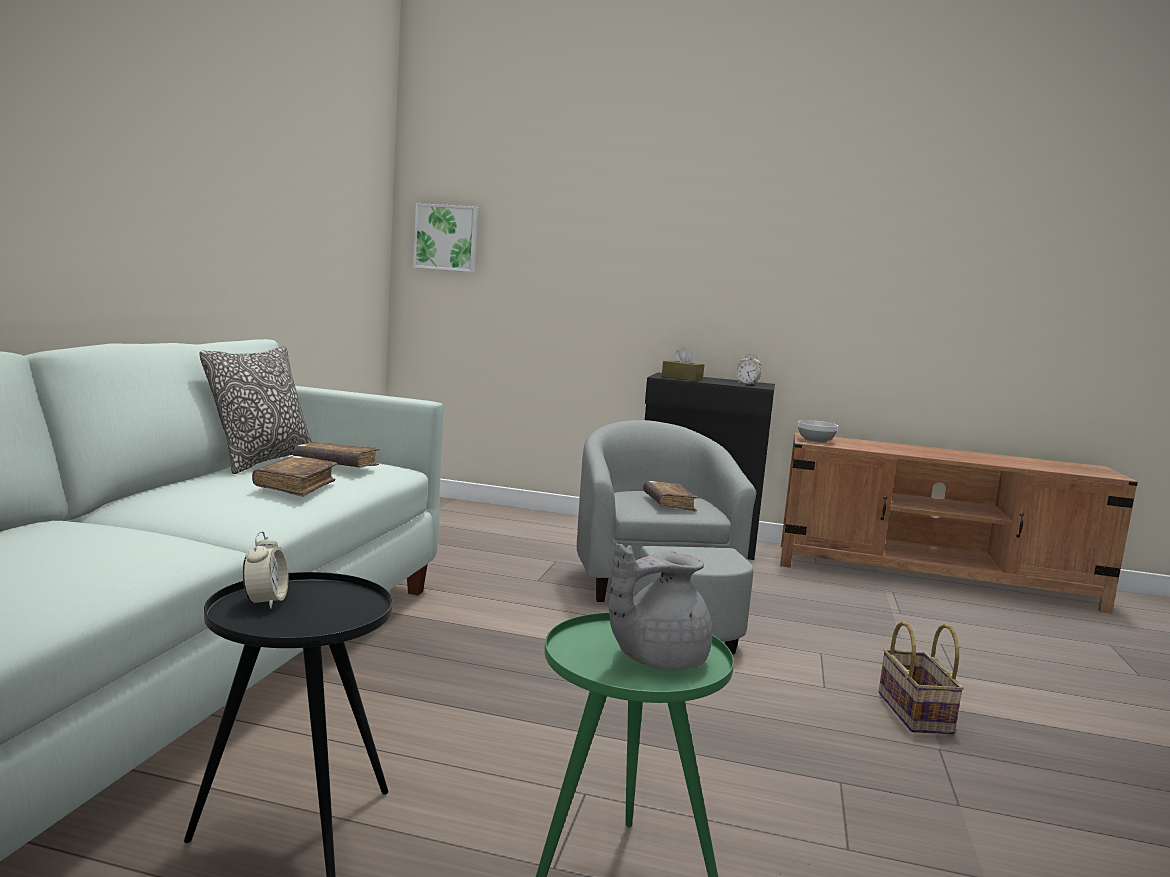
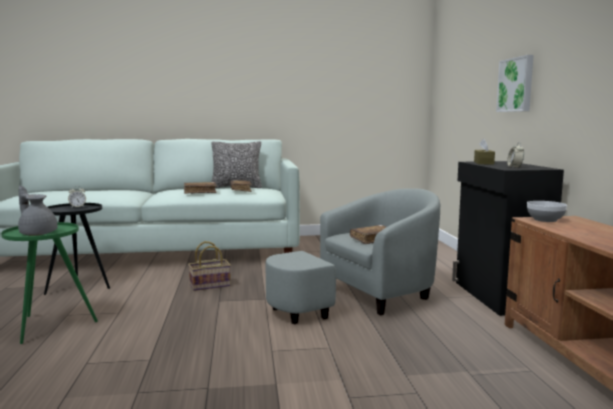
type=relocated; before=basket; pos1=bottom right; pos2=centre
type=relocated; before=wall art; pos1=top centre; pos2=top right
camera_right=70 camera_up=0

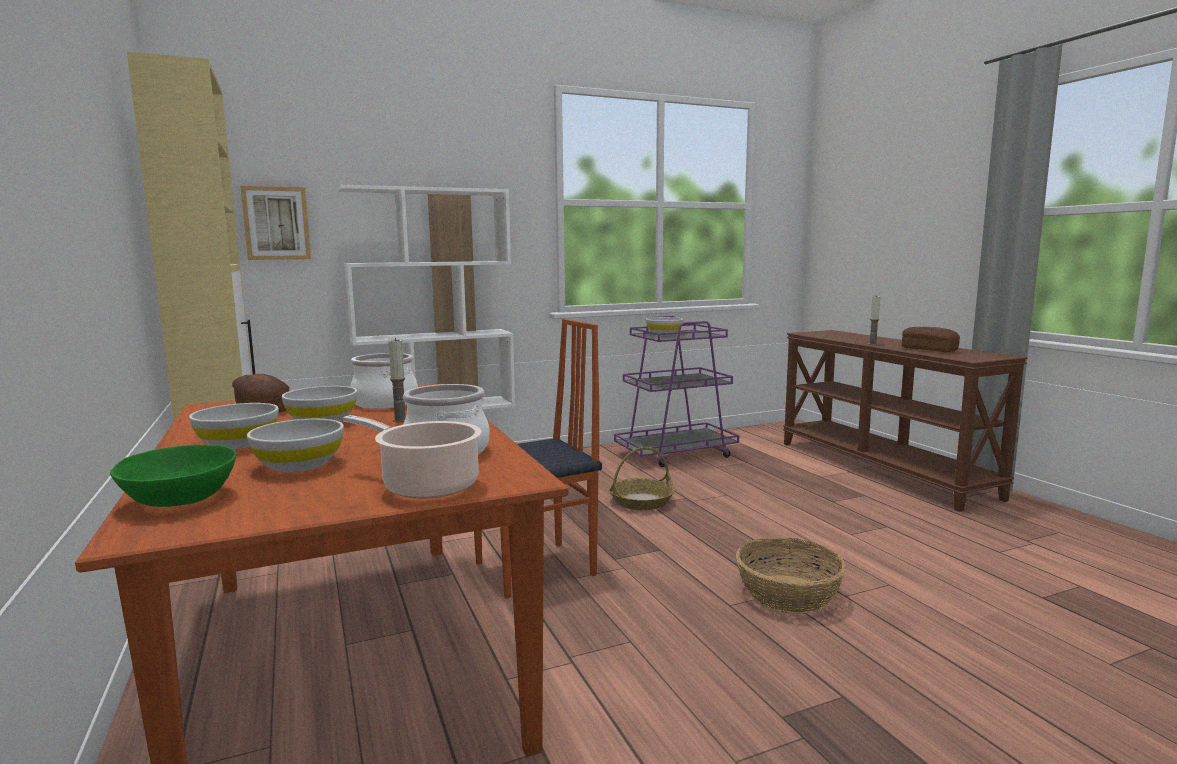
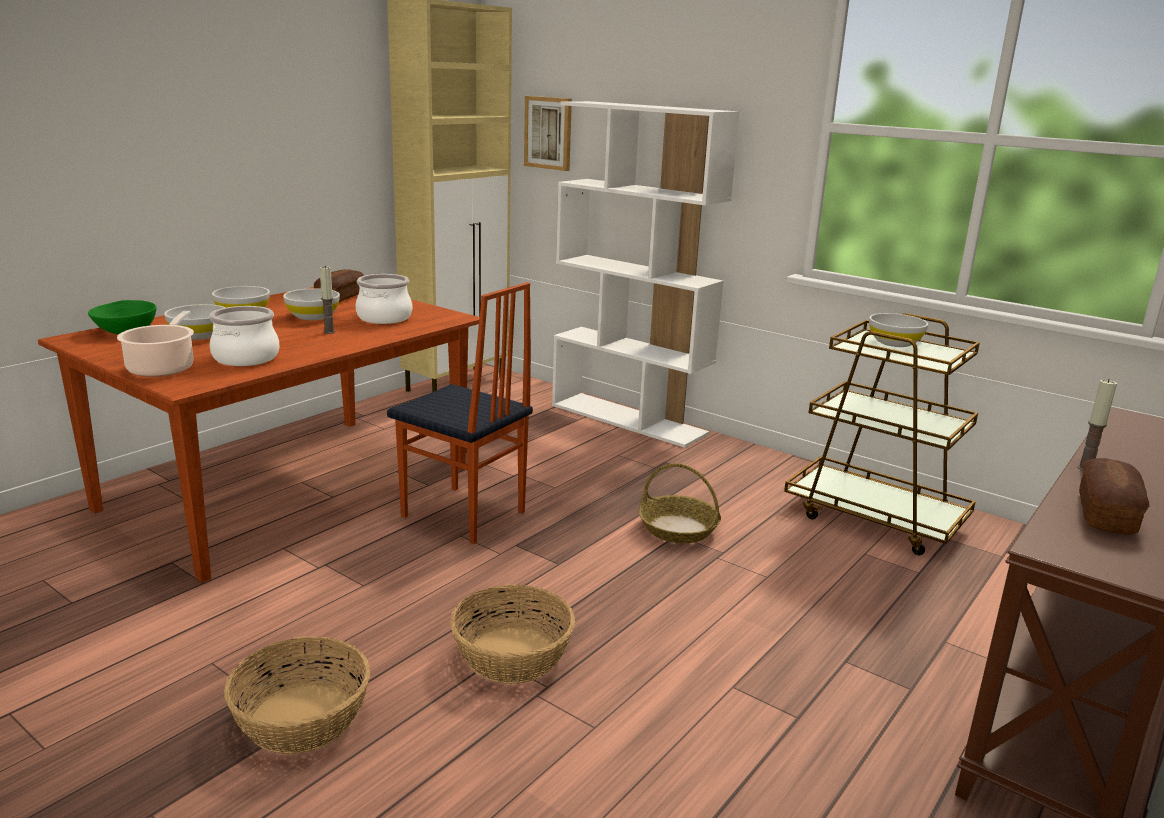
type=appeared; after=basket (no. 1 from left); pos2=bottom left
type=colour; before=purplish wheeled cart; after=brown wheeled cart; pos1=centre; pos2=middle right
camera_right=60 camera_up=10

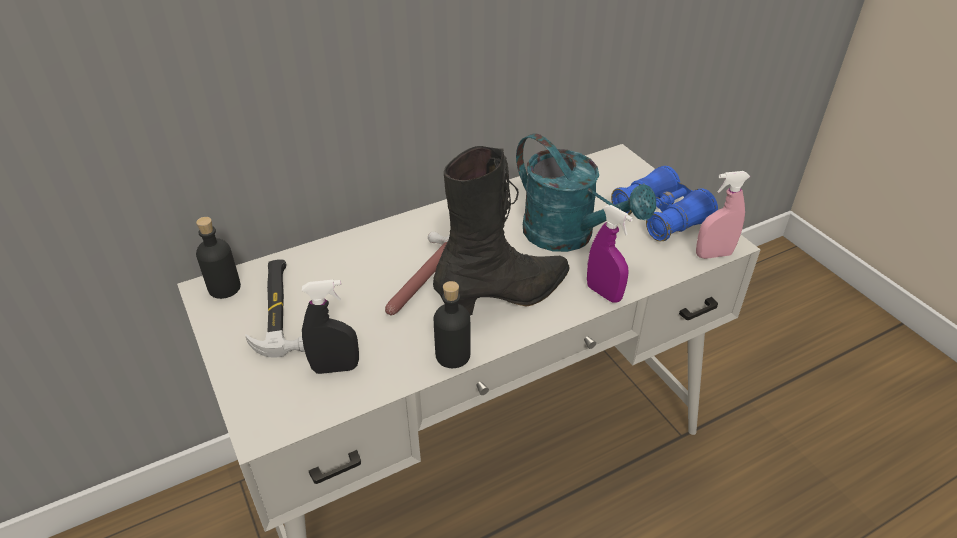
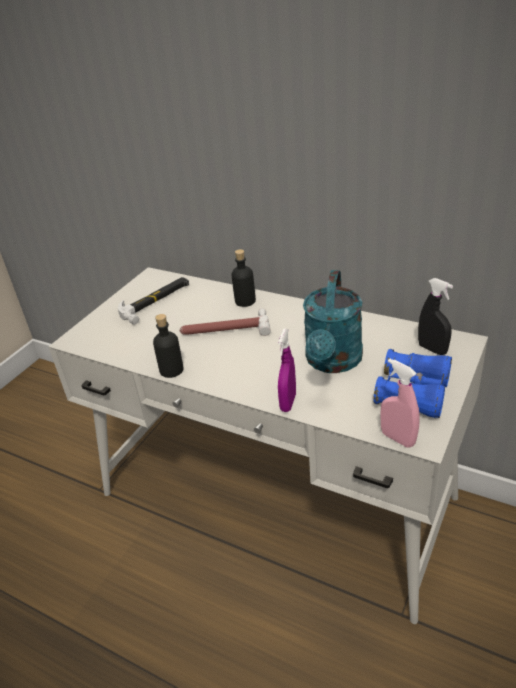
type=relocated; before=blackish beverage bottle (no. 1 from left in the first image); after=blackish beverage bottle (no. 2 from left); pos1=middle left; pos2=centre
type=relocated; before=blackish sprayer; pos1=centre; pos2=middle right
type=missing; before=blackish high-top boot; pos1=centre
camera_right=60 camera_up=-5

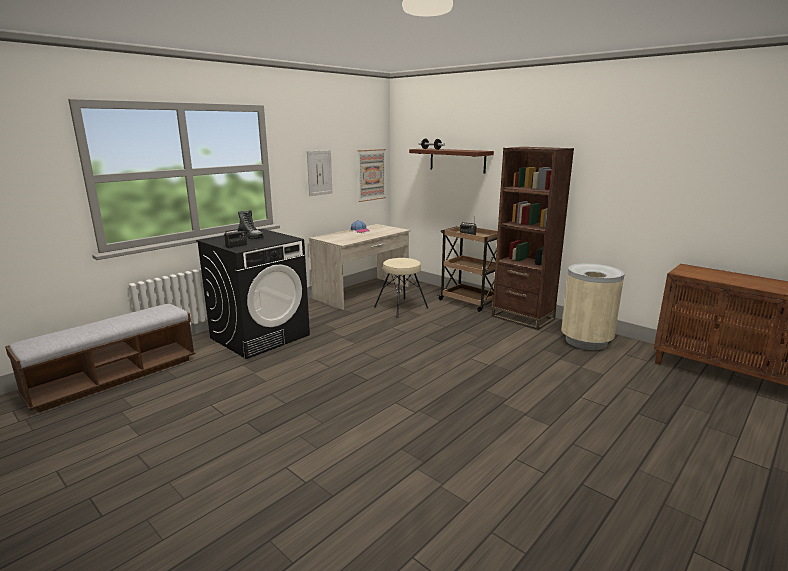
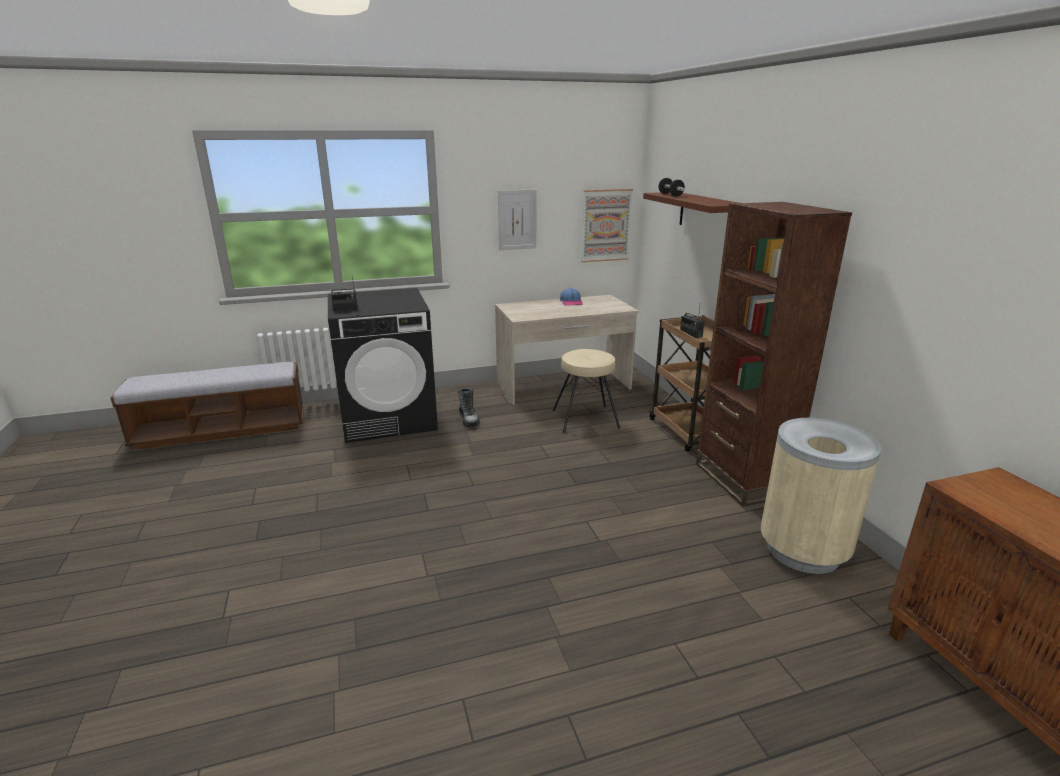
type=relocated; before=high-top boot; pos1=middle left; pos2=centre
camera_right=30 camera_up=5

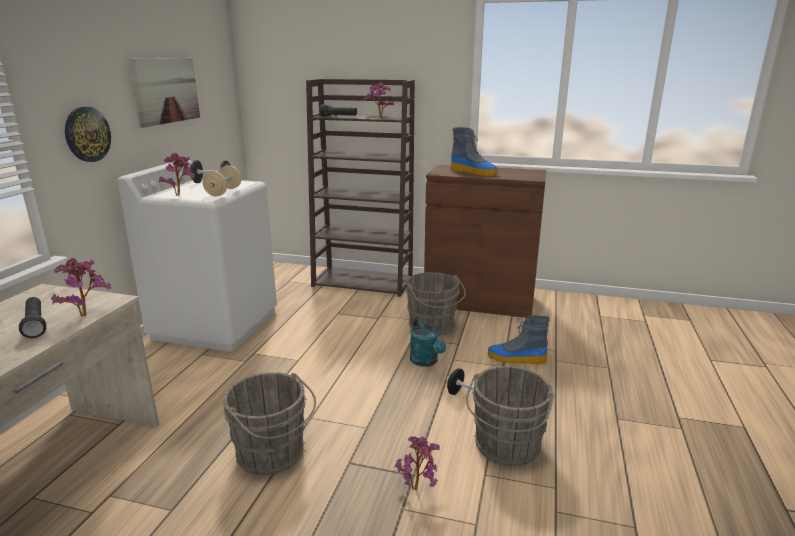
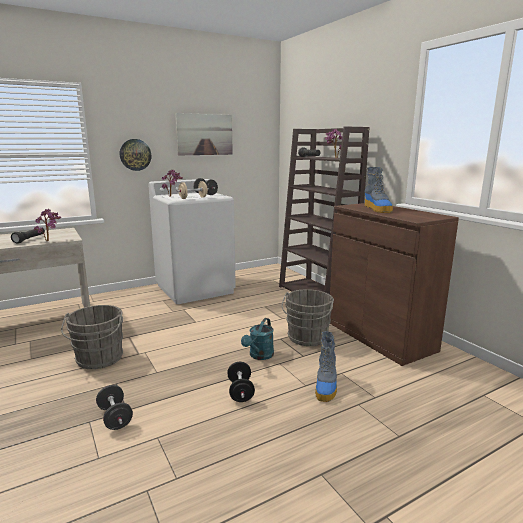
type=exchanged; before=potted plant (no. 4 from left); after=blackish free weight (no. 1 from left); pos1=bottom centre; pos2=bottom left
type=spun; before=high-top boot (no. 2 from left in the first image); pos1=centre; pos2=bottom centre; turn=-135
type=missing; before=grey bucket (no. 3 from left); pos1=bottom centre
camera_right=45 camera_up=-5

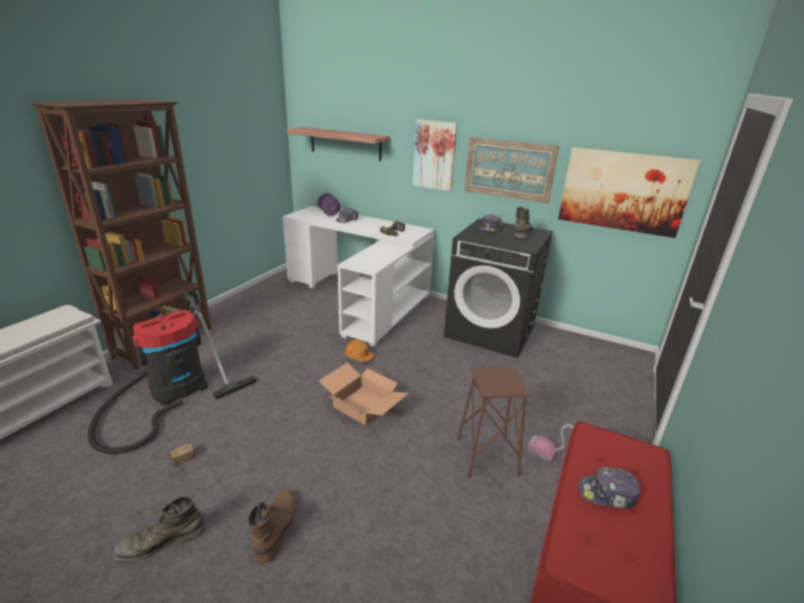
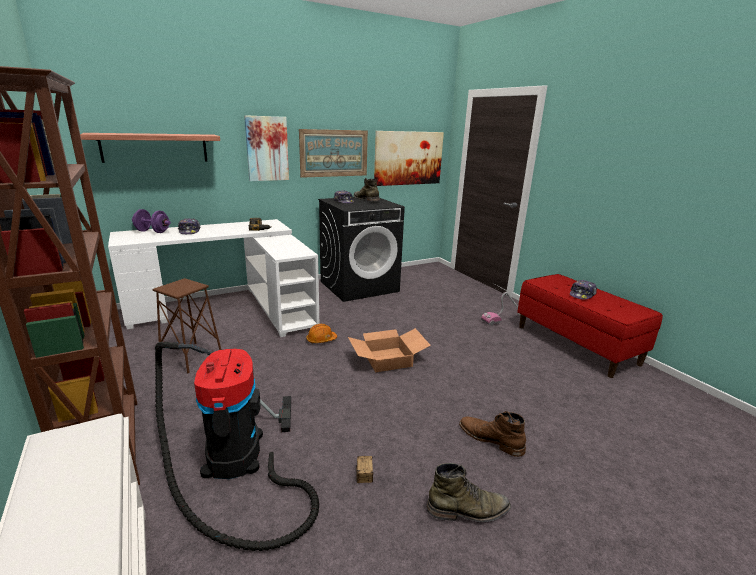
type=relocated; before=brown stool; pos1=bottom centre; pos2=middle left
type=spun; before=green-coloured high-top boot (no. 1 from left in the first image); pos1=bottom left; pos2=bottom centre; turn=-105
camera_right=-55 camera_up=-5

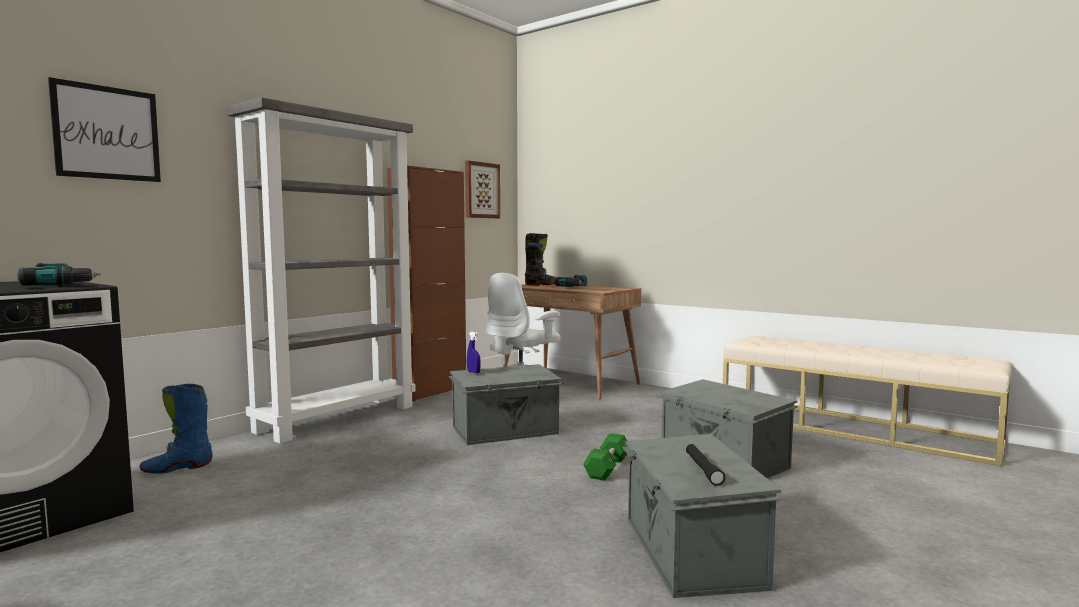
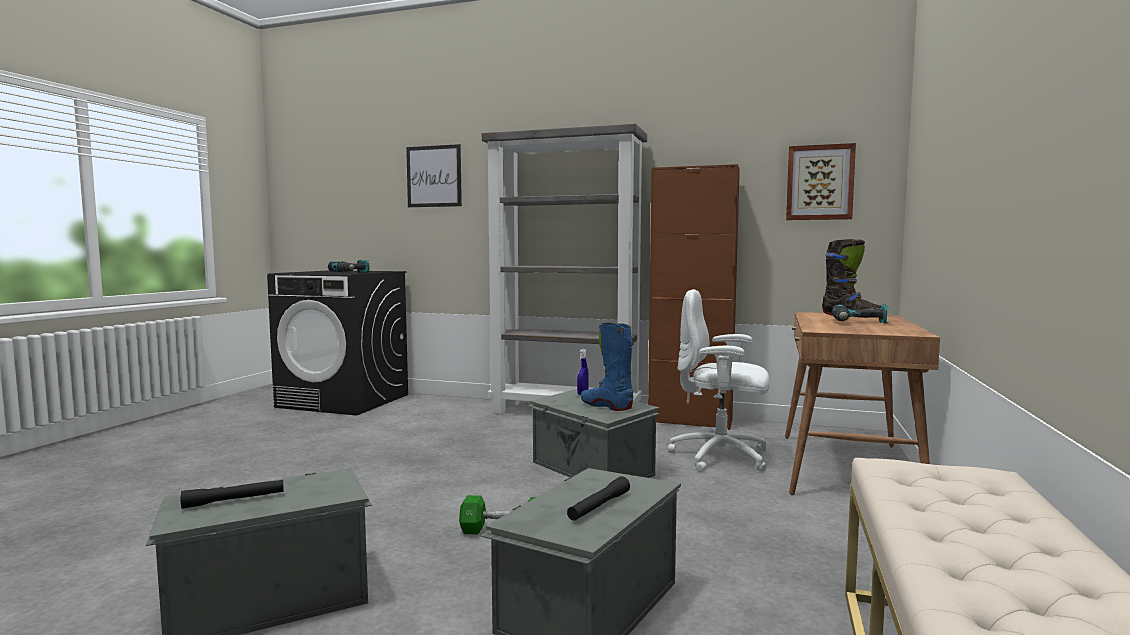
type=appeared; after=blackish torch (no. 2 from left); pos2=bottom centre
type=relocated; before=blue-coloured high-top boot; pos1=bottom left; pos2=centre
camera_right=70 camera_up=0

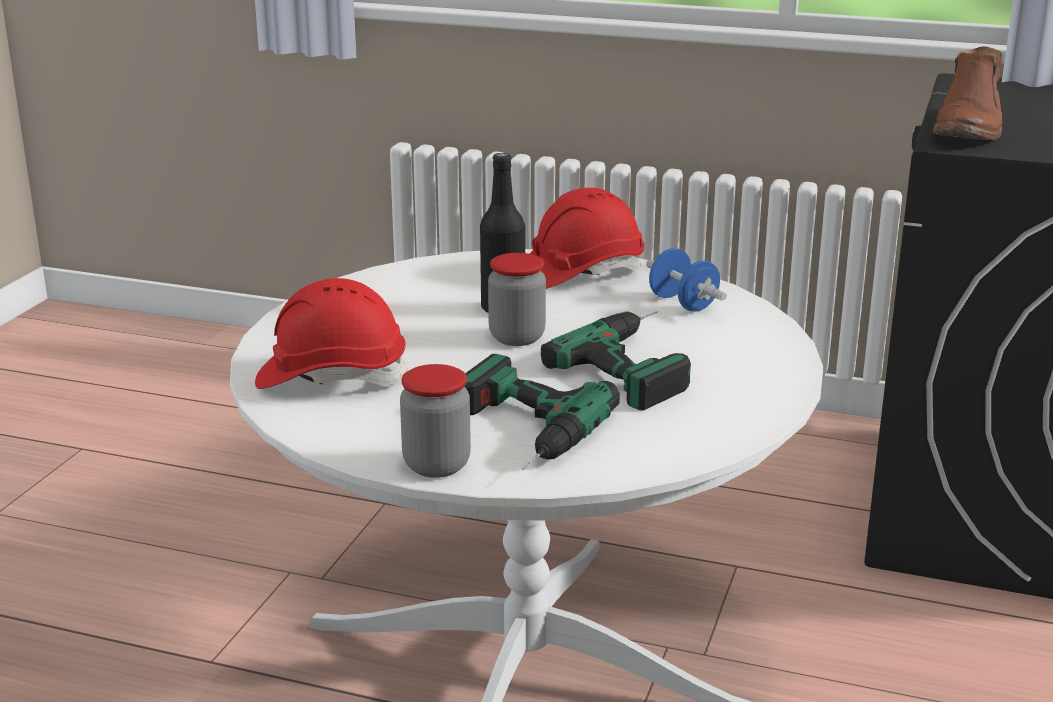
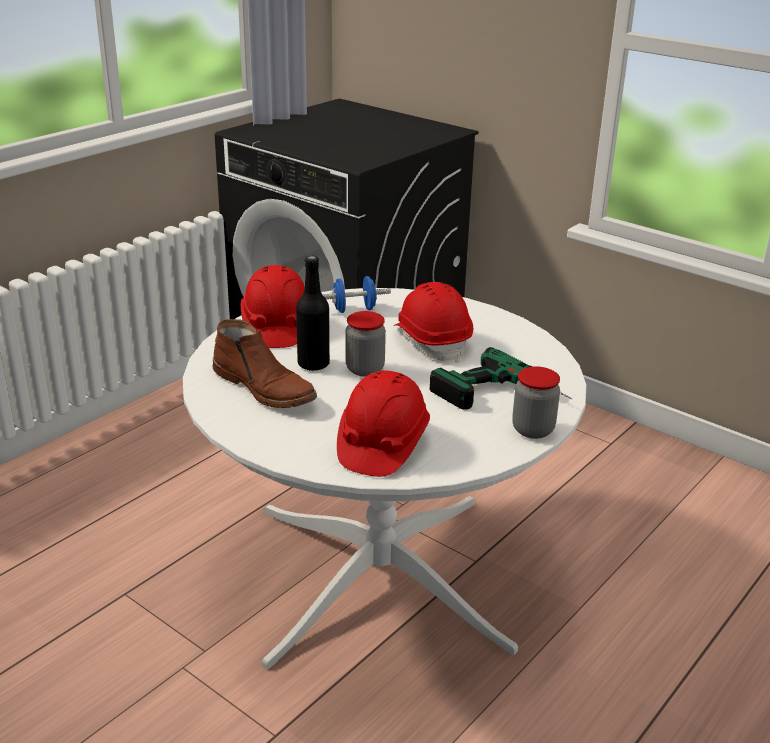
type=relocated; before=brown high-top boot; pos1=top right; pos2=centre
type=exchanged; before=electric drill (no. 2 from left); after=reddish safety helmet (no. 3 from left); pos1=centre; pos2=centre
camera_right=-70 camera_up=5

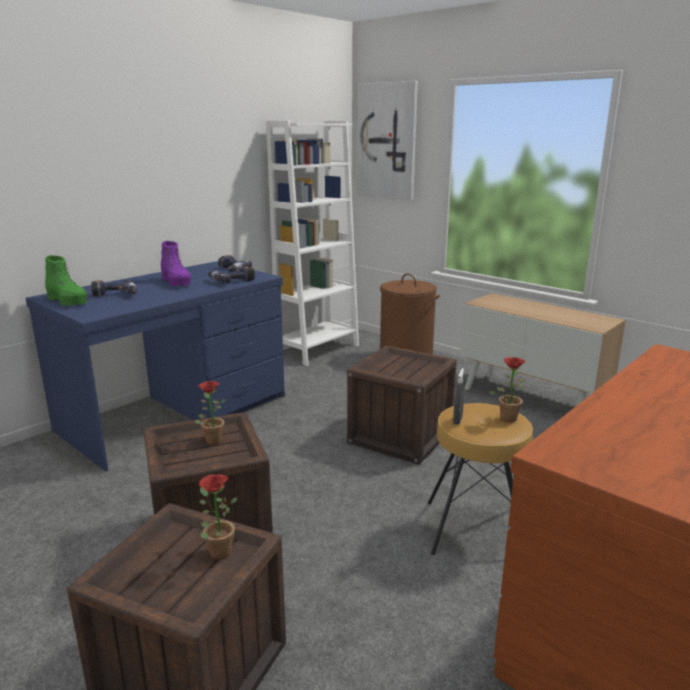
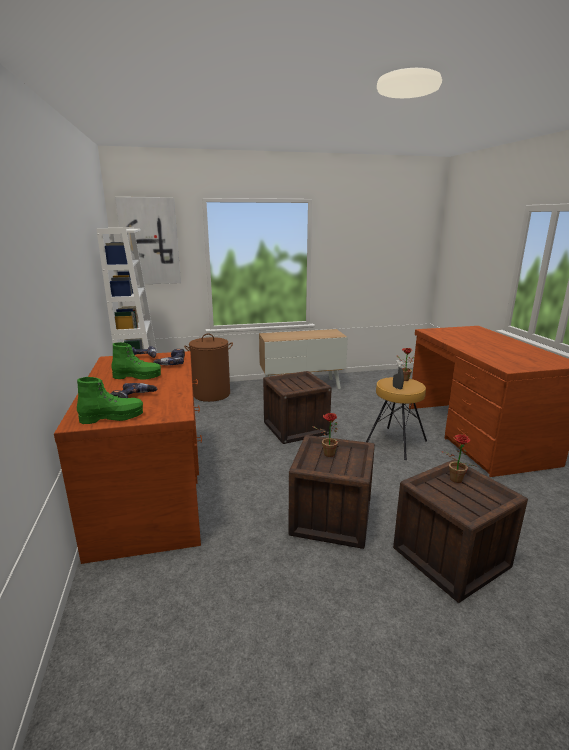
type=colour; before=blue-coloured desk; after=brown desk (no. 1 from left); pos1=middle left; pos2=middle left
type=colour; before=purplish high-top boot; after=green-coloured high-top boot (no. 2 from left); pos1=middle left; pos2=middle left
camera_right=-55 camera_up=0

